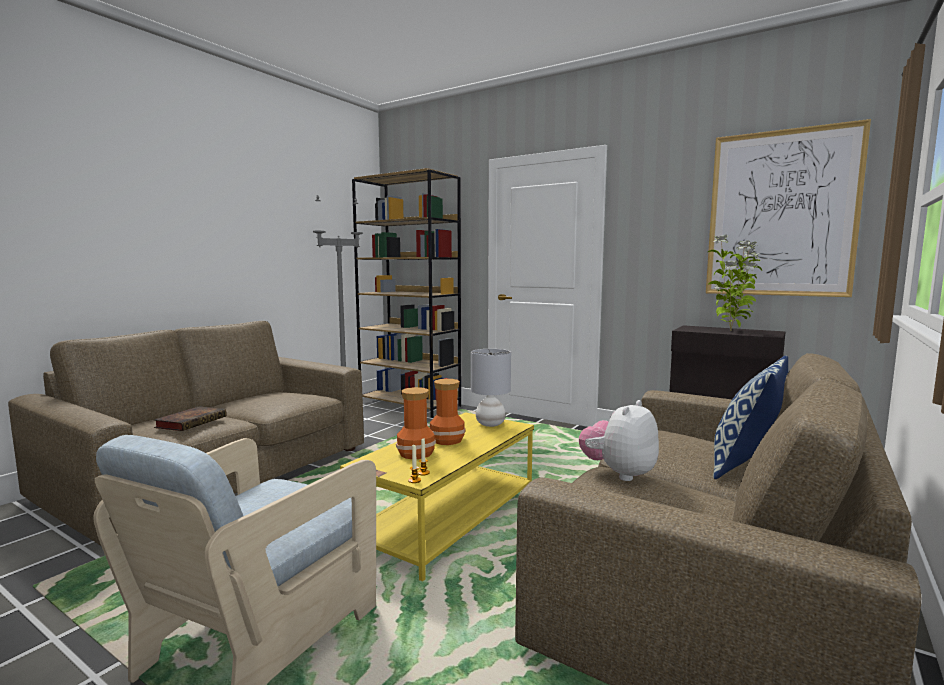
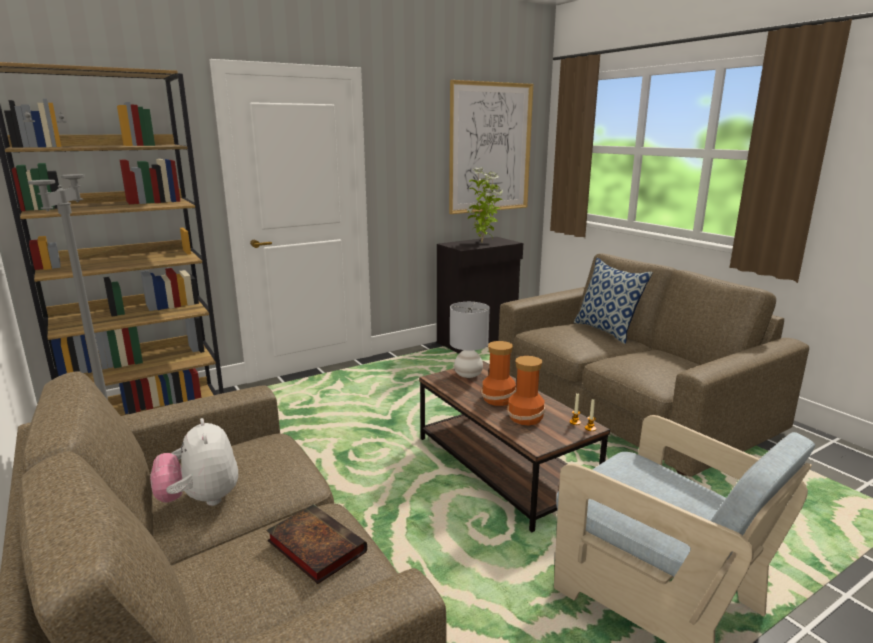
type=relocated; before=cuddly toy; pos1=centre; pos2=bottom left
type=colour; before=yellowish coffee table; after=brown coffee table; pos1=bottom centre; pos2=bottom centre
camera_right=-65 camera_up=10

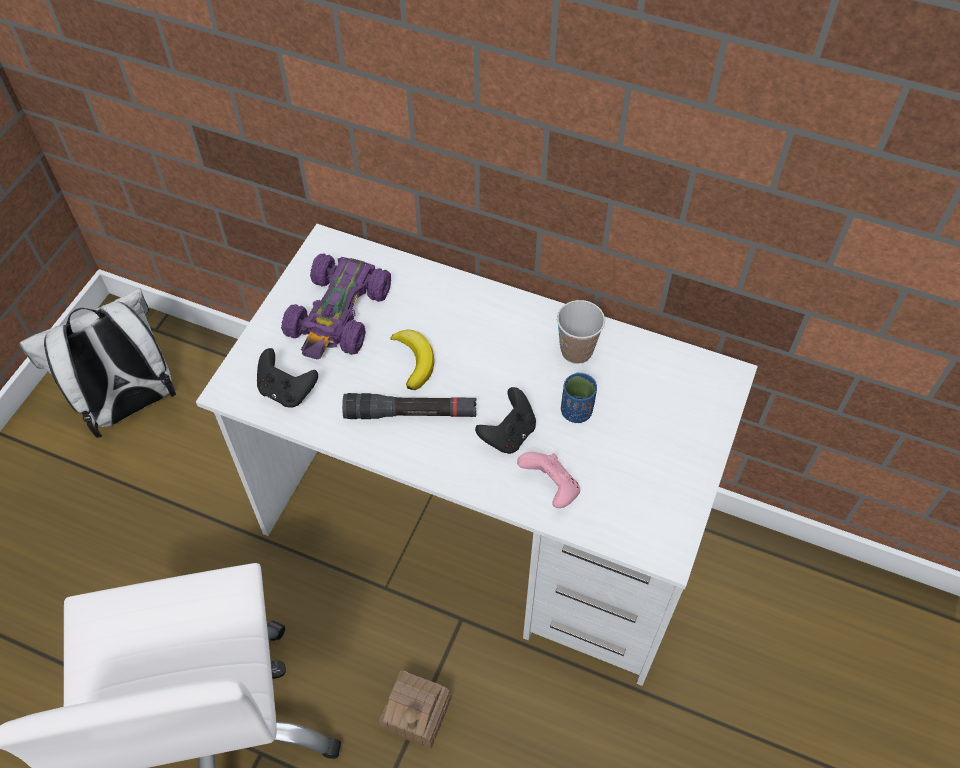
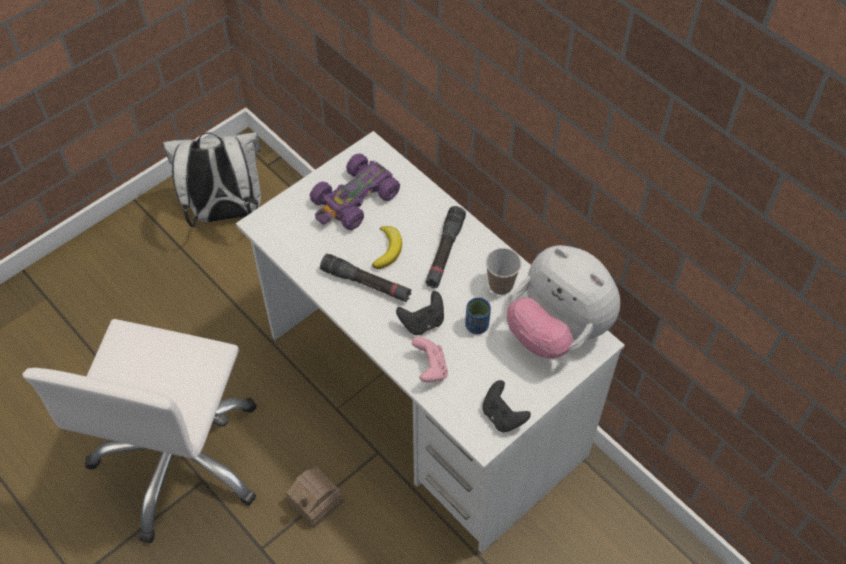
type=appeared; after=blackish torch (no. 2 from left); pos2=centre
type=relocated; before=blackish joypad (no. 1 from left in the first image); after=blackish joypad (no. 2 from left); pos1=middle left; pos2=bottom centre
type=appeared; after=cuddly toy; pos2=centre
camera_right=25 camera_up=0

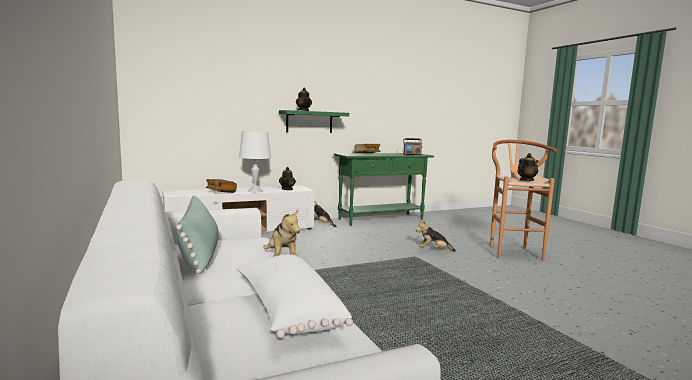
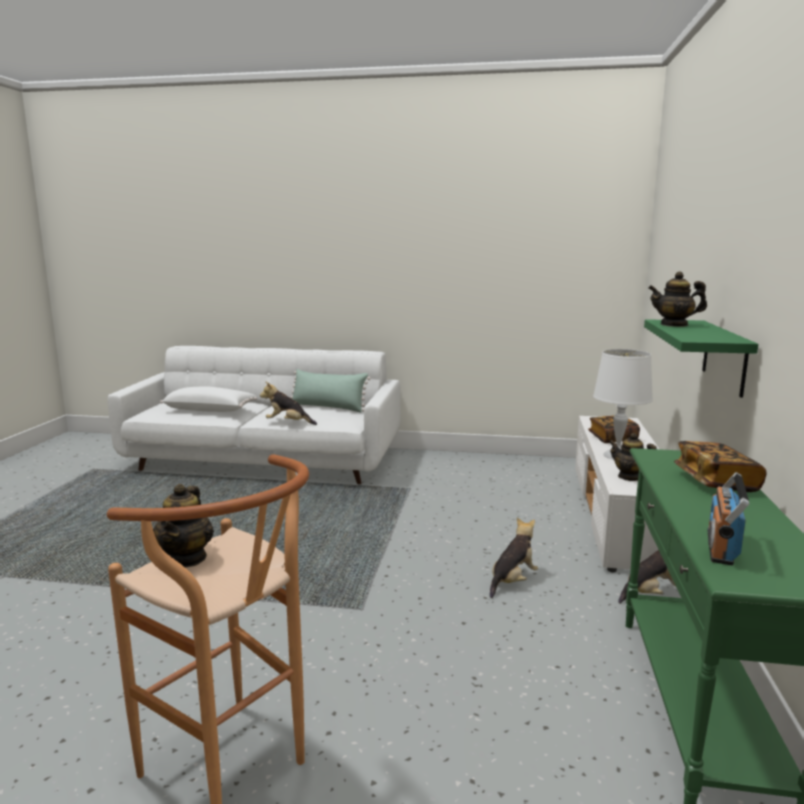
type=relocated; before=cuddly toy (no. 3 from left in the first image); after=cuddly toy (no. 2 from left); pos1=centre; pos2=bottom centre
camera_right=125 camera_up=5

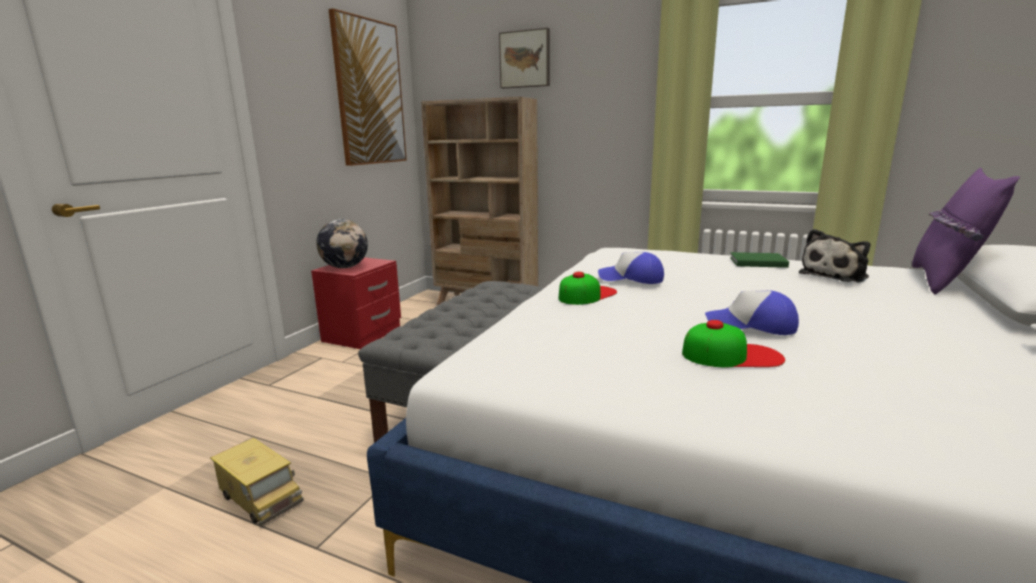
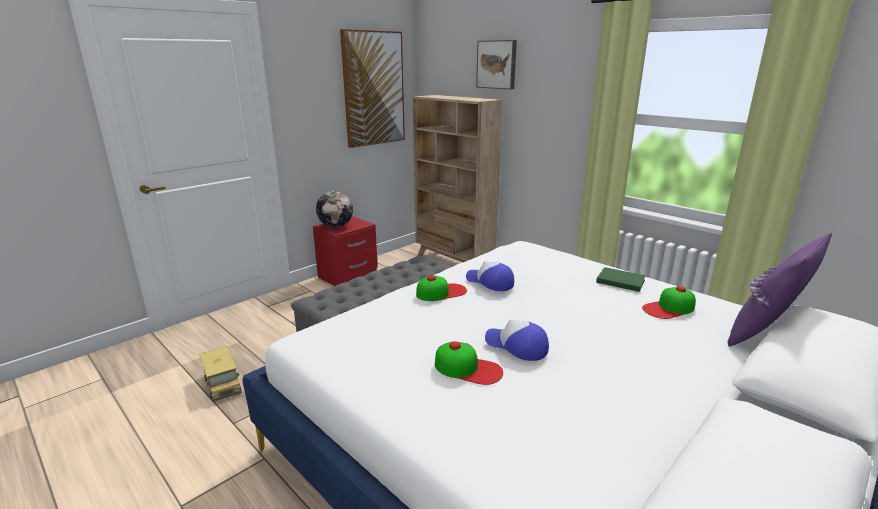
type=exchanged; before=cuddly toy; after=cap (no. 5 from left); pos1=middle right; pos2=middle right
camera_right=20 camera_up=5

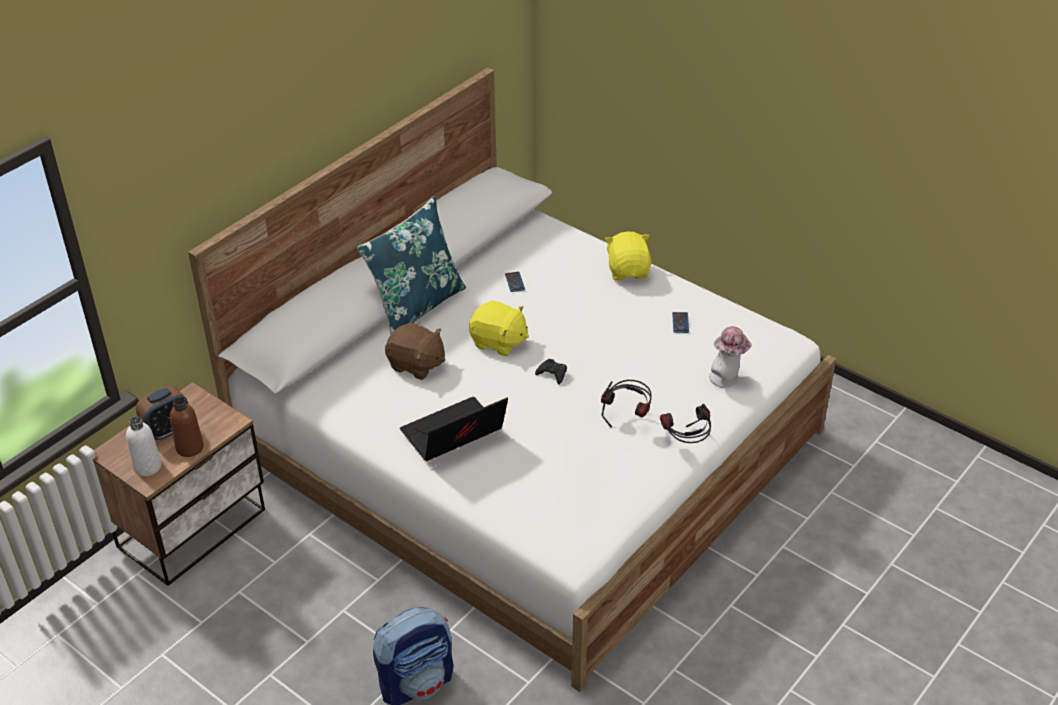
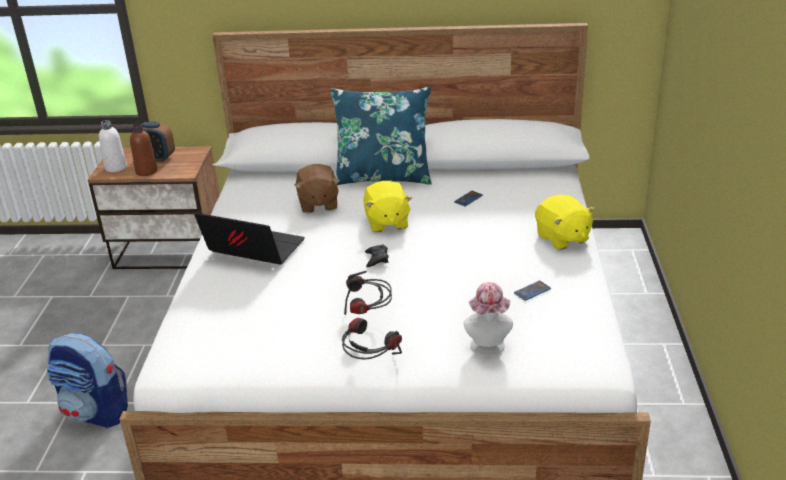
type=spun; before=yellowish cuddly toy (no. 2 from left); pos1=centre; pos2=middle right; turn=105
camera_right=55 camera_up=-10

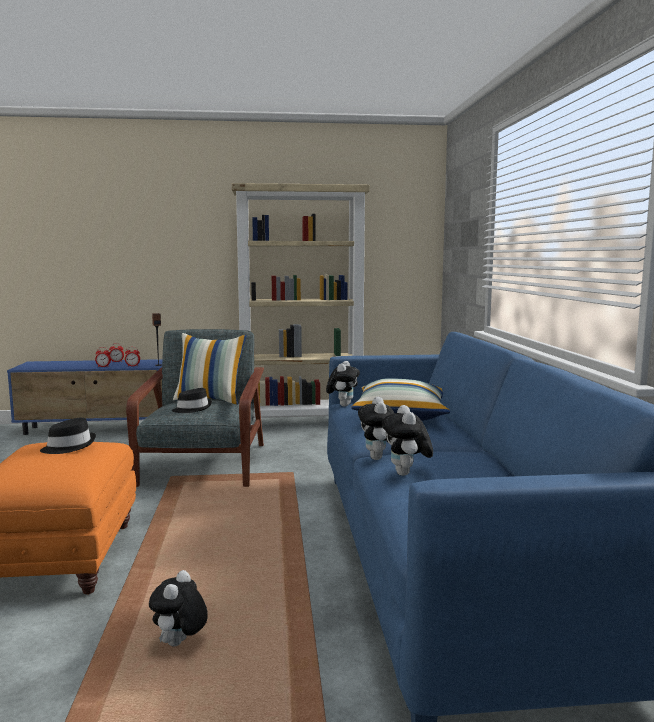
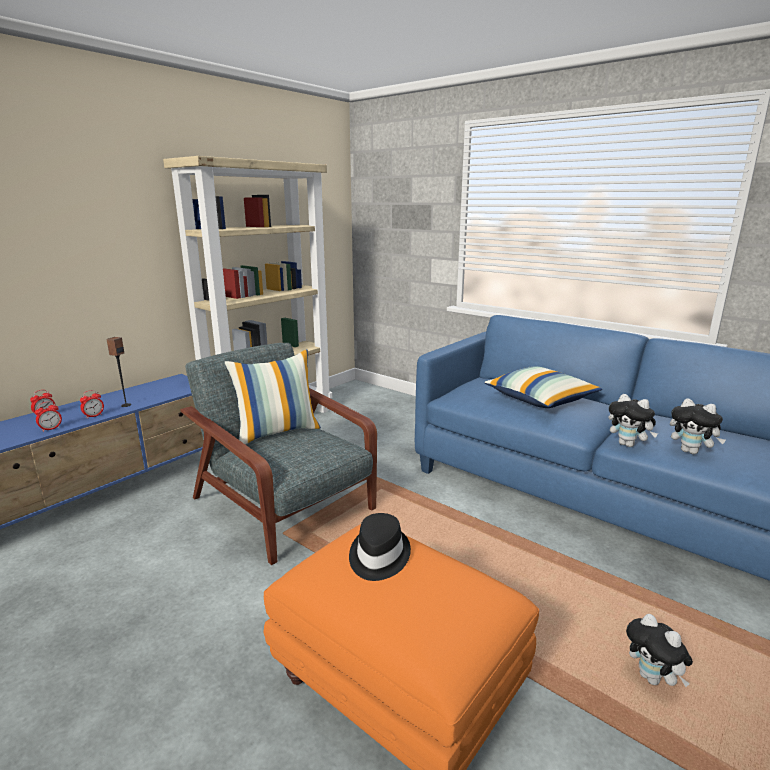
type=missing; before=blackish wearable hat (no. 2 from left); pos1=middle left
type=missing; before=cuddly toy (no. 2 from left); pos1=centre
camera_right=-45 camera_up=10

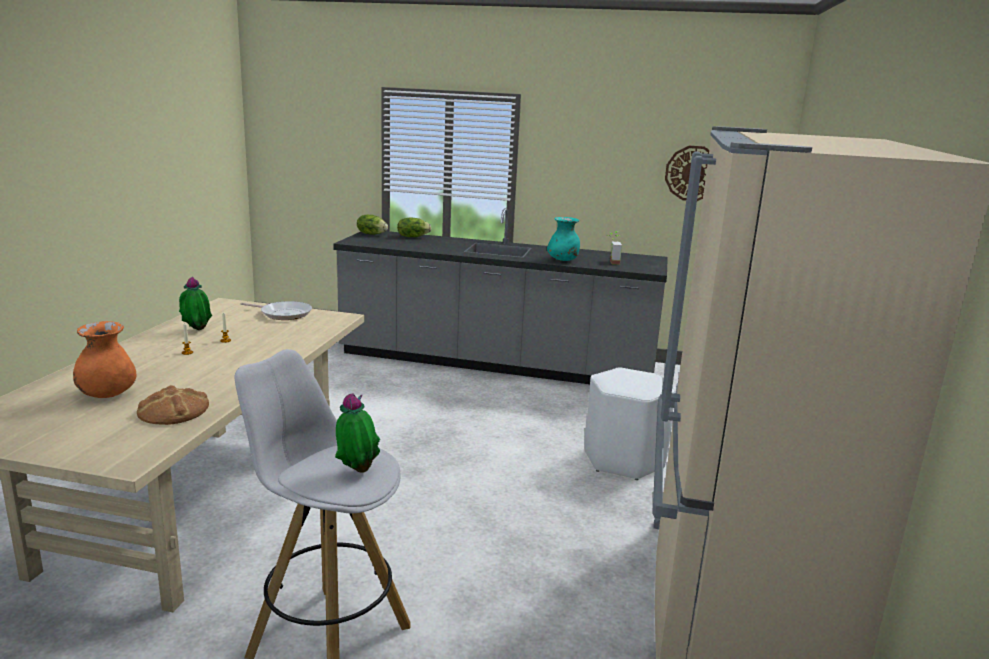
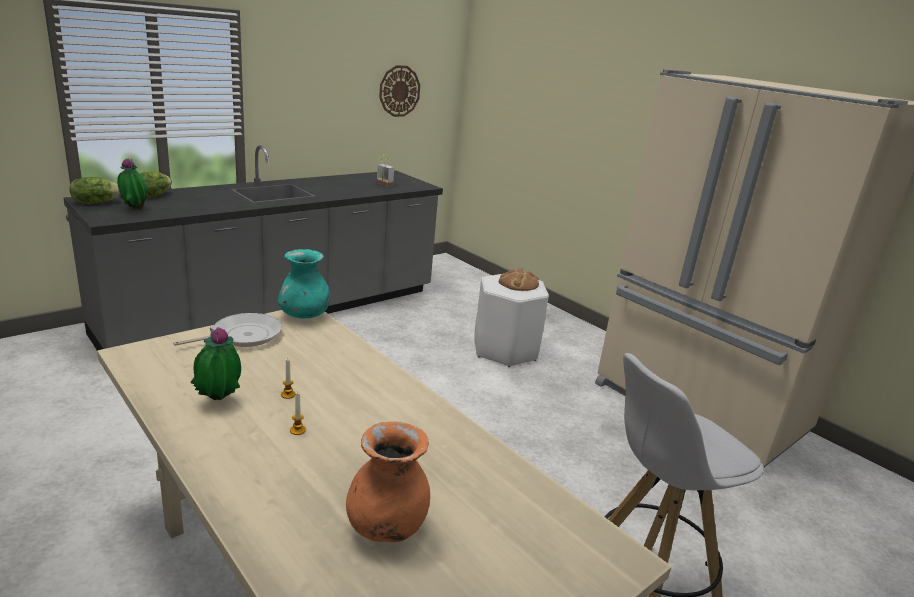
type=relocated; before=potted plant (no. 2 from left in the first image); after=potted plant (no. 1 from left); pos1=centre; pos2=top left
type=relocated; before=turquoise-coloured decorative vase; pos1=centre; pos2=middle left
type=relocated; before=bread; pos1=middle left; pos2=centre
camera_right=-55 camera_up=5

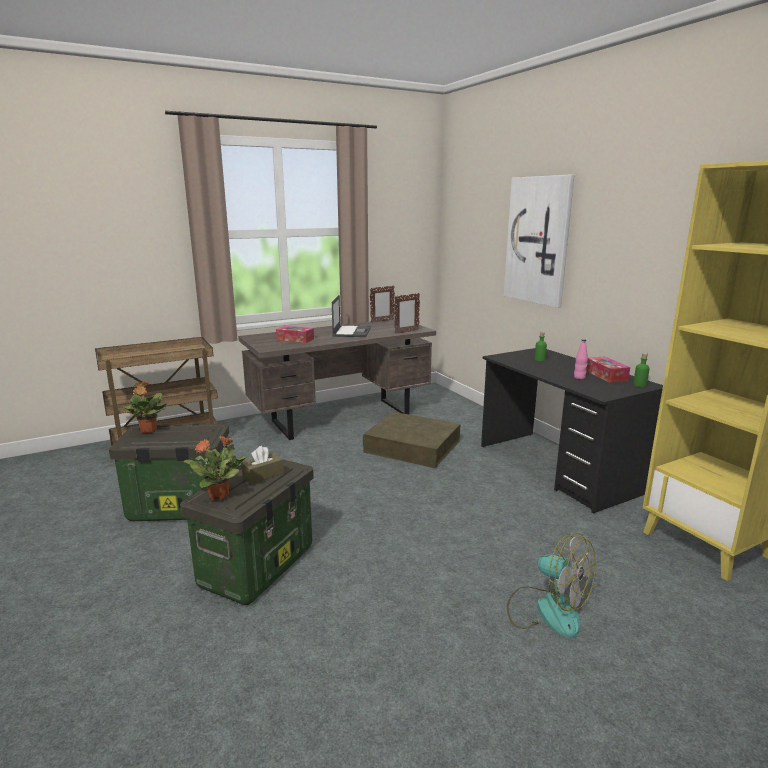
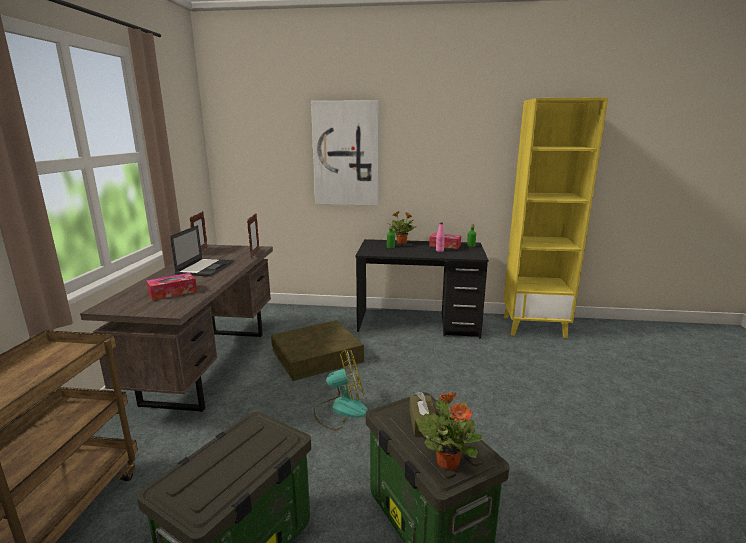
type=spun; before=notebook computer; pos1=centre; pos2=middle left; turn=60
type=relocated; before=electric fan; pos1=bottom right; pos2=bottom centre
type=relocated; before=potted plant (no. 1 from left); pos1=middle left; pos2=centre
camera_right=-55 camera_up=0

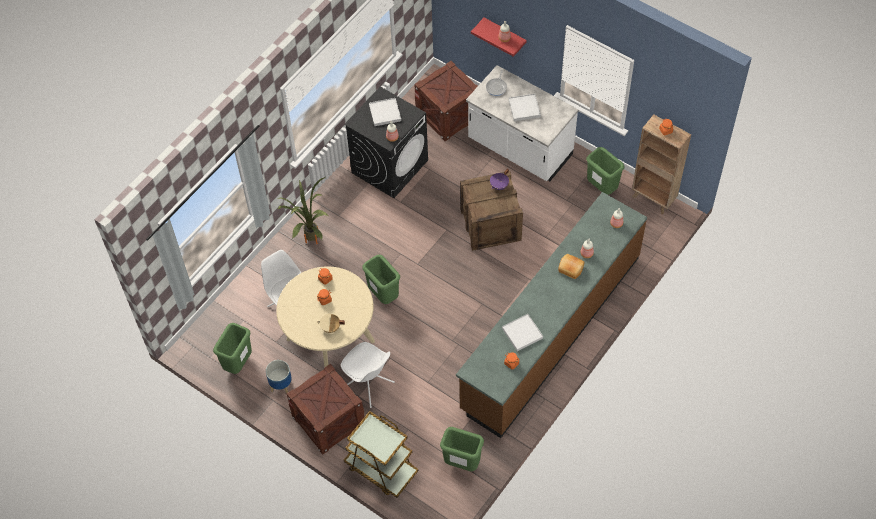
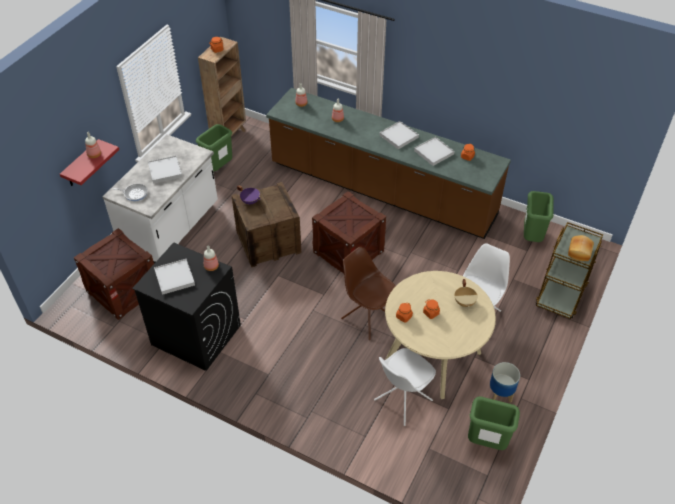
type=relocated; before=crate (no. 1 from left in the first image); after=crate (no. 3 from left); pos1=bottom centre; pos2=centre
type=exchanged; before=green-coloured rubbish bin (no. 2 from left); after=brown upright chair; pos1=centre; pos2=centre
type=appeared; after=whitish carrying tray (no. 3 from left); pos2=top centre
type=relocated; before=bread; pos1=centre; pos2=middle right
type=missing; before=potted plant; pos1=centre
camera_right=-100 camera_up=-10

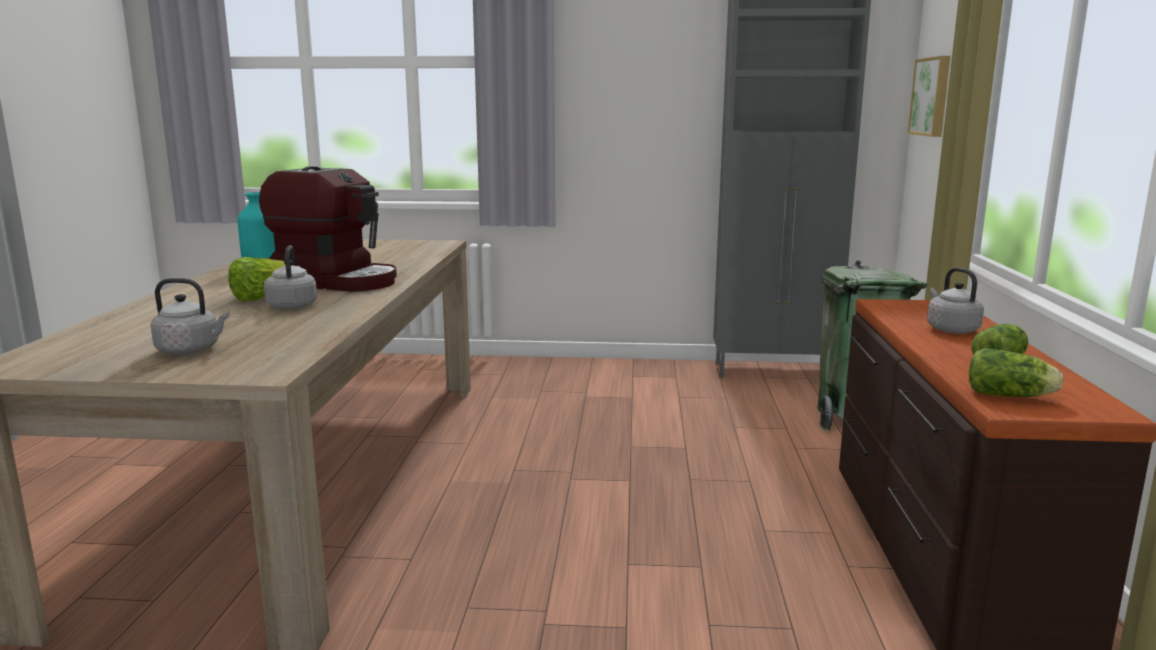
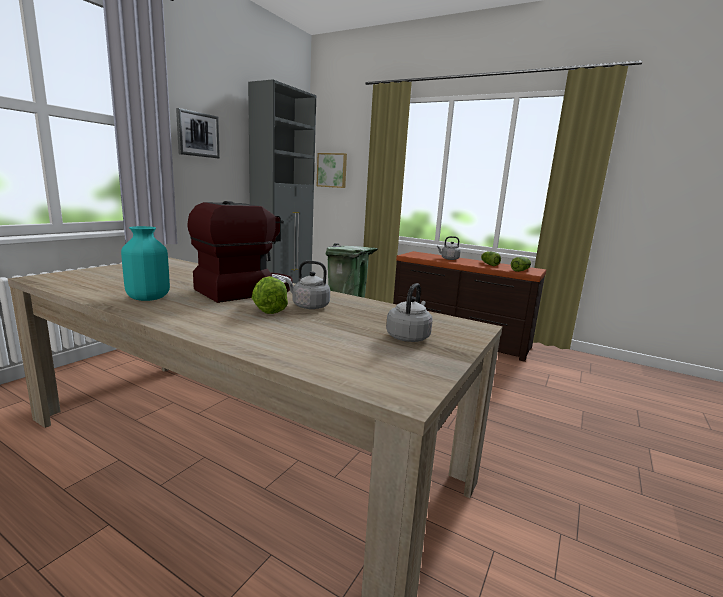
type=appeared; after=wall art (no. 1 from left); pos2=top left
camera_right=-65 camera_up=0

